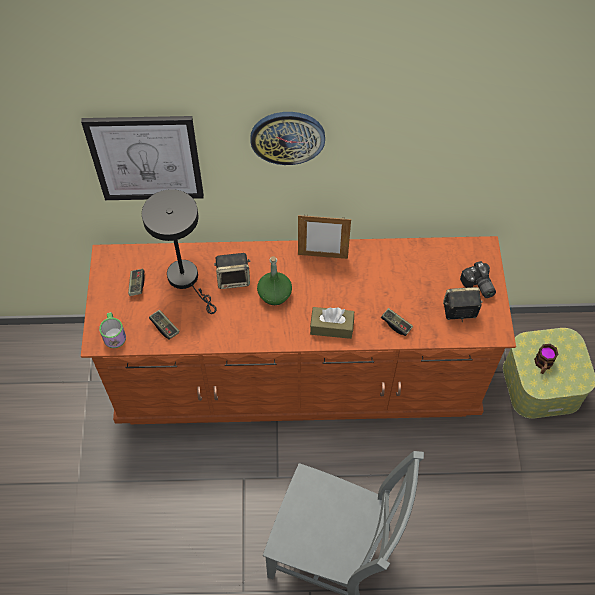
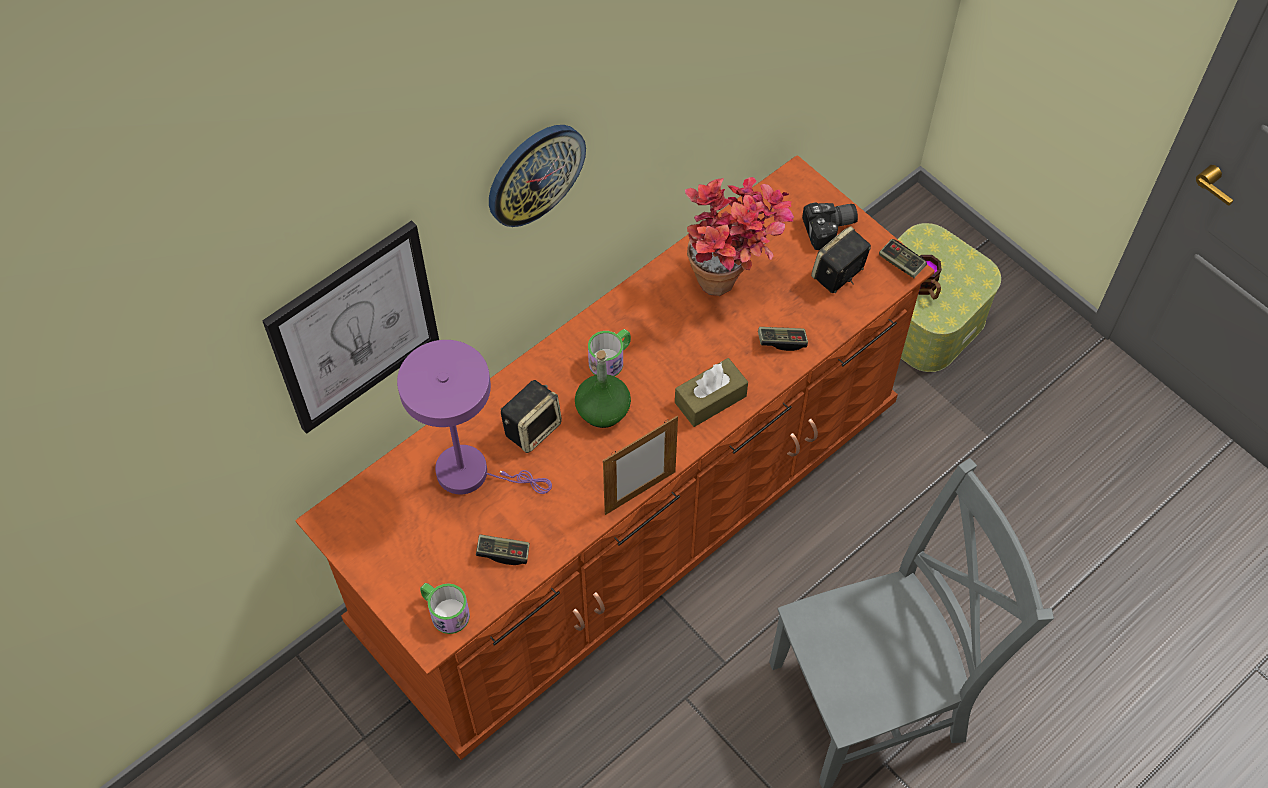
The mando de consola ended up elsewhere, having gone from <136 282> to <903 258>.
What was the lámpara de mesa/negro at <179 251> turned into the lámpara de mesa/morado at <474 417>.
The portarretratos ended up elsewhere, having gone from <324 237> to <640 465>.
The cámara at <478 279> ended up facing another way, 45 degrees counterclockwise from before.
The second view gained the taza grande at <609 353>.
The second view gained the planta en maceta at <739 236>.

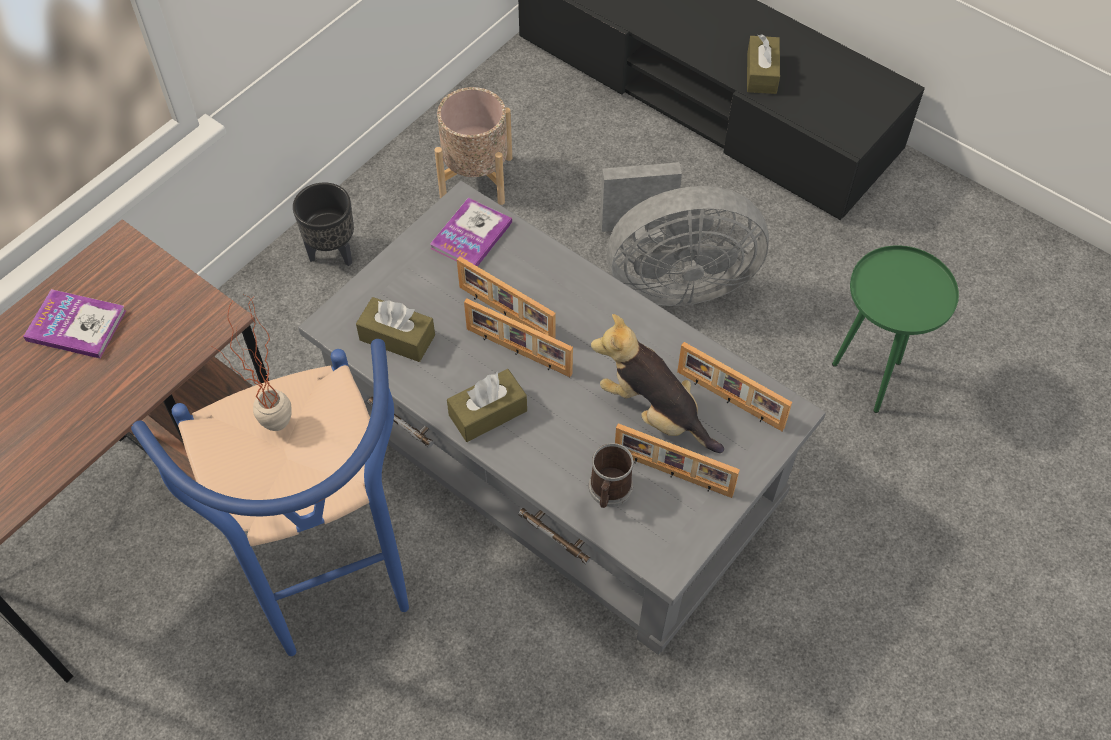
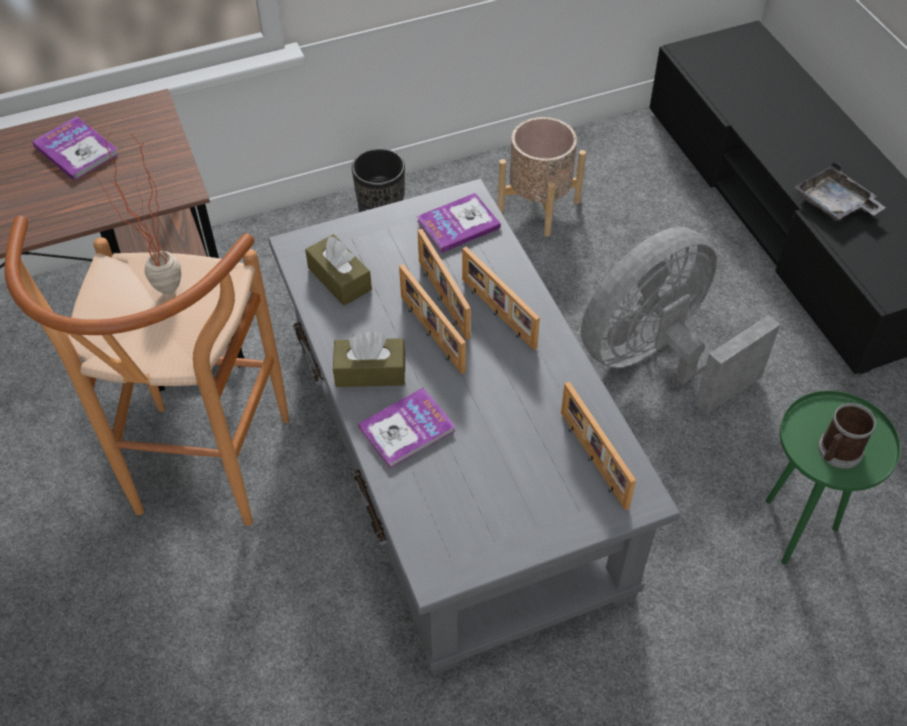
What was the taburete/azul at <270 497> turned into the taburete/marrón at <146 371>.
The taza grande ended up elsewhere, having gone from <611 475> to <847 436>.
The second view lost the peluche at <657 383>.
The ventilador/gris at <684 234> ended up facing another way, 120 degrees clockwise from before.
The portarretratos ended up elsewhere, having gone from <677 460> to <501 298>.
Where the caja de pañuelos/marrón stood at <763 64>, the bandeja/gris came to stand at <840 191>.
The second view gained the libro at <407 428>.

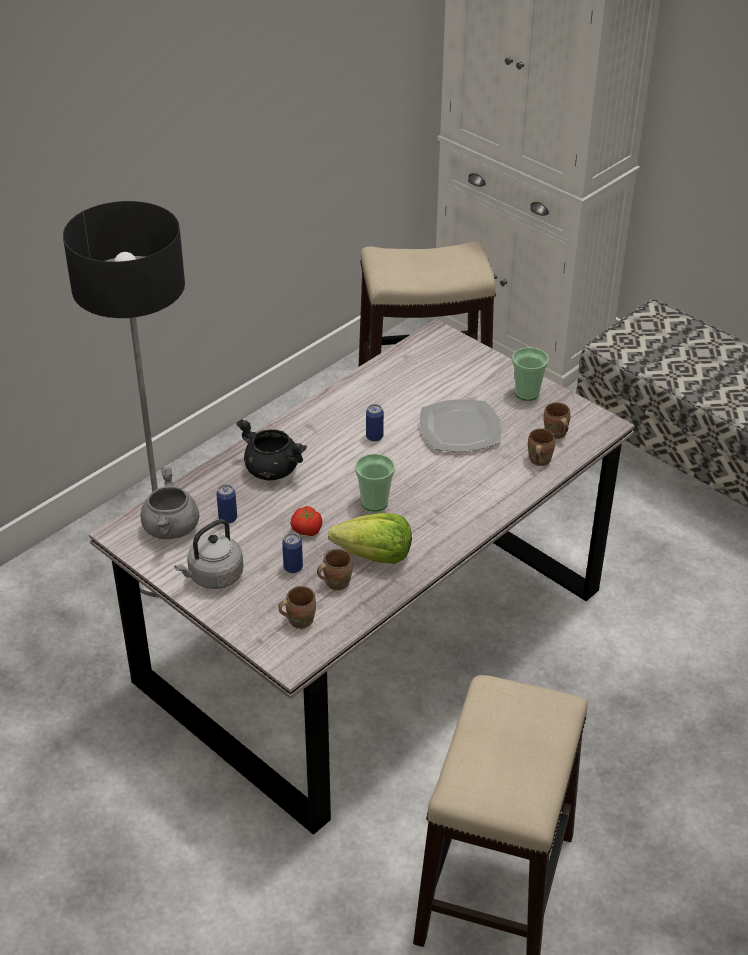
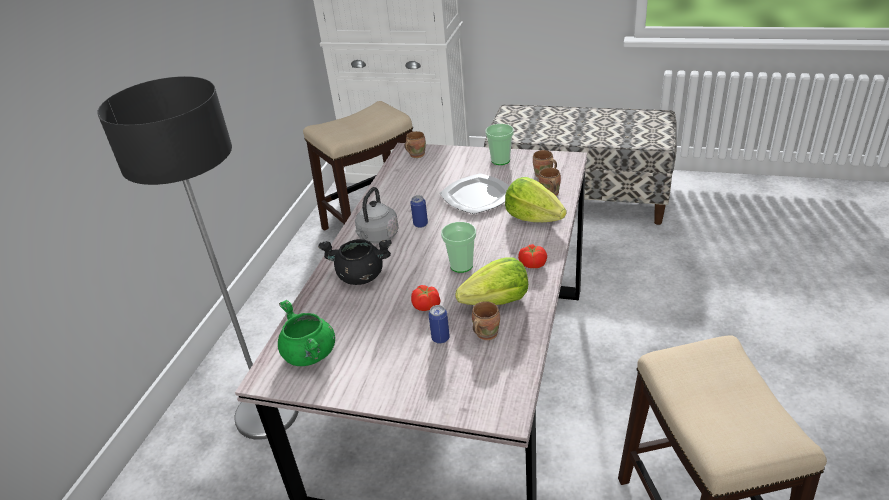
What was the olla/gris at <170 503> turned into the olla/verde at <306 333>.
The hervidor/gris ended up elsewhere, having gone from <209 554> to <377 215>.
The second view lost the lata at <226 504>.
The taza grande/marrón ended up elsewhere, having gone from <297 607> to <415 144>.
The second view gained the lechuga at <535 199>.
The second view gained the tomate at <532 256>.

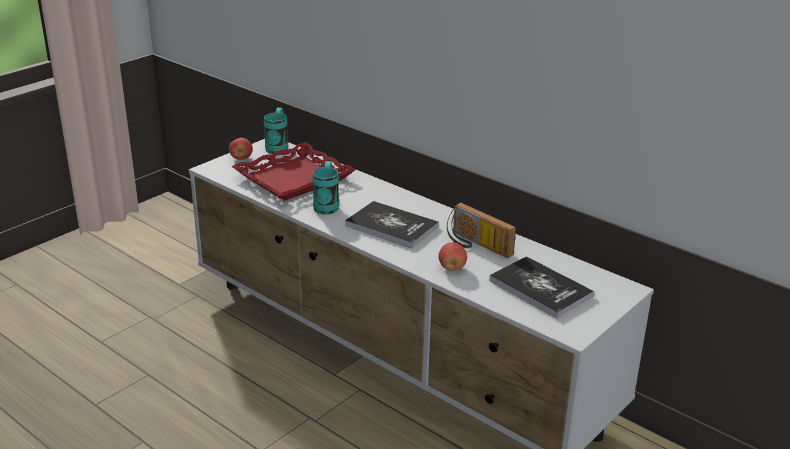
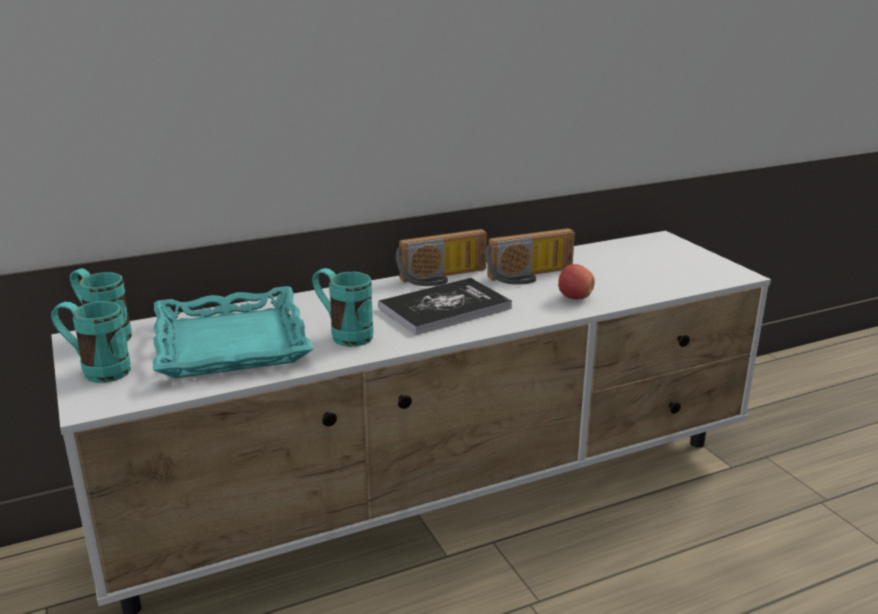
Where the manzana stood at <241 149>, the taza grande/turquesa came to stand at <91 342>.
What was the bandeja/rojo at <293 171> turned into the bandeja/turquesa at <233 332>.
The second view lost the libro at <541 287>.
The second view gained the radio at <441 257>.

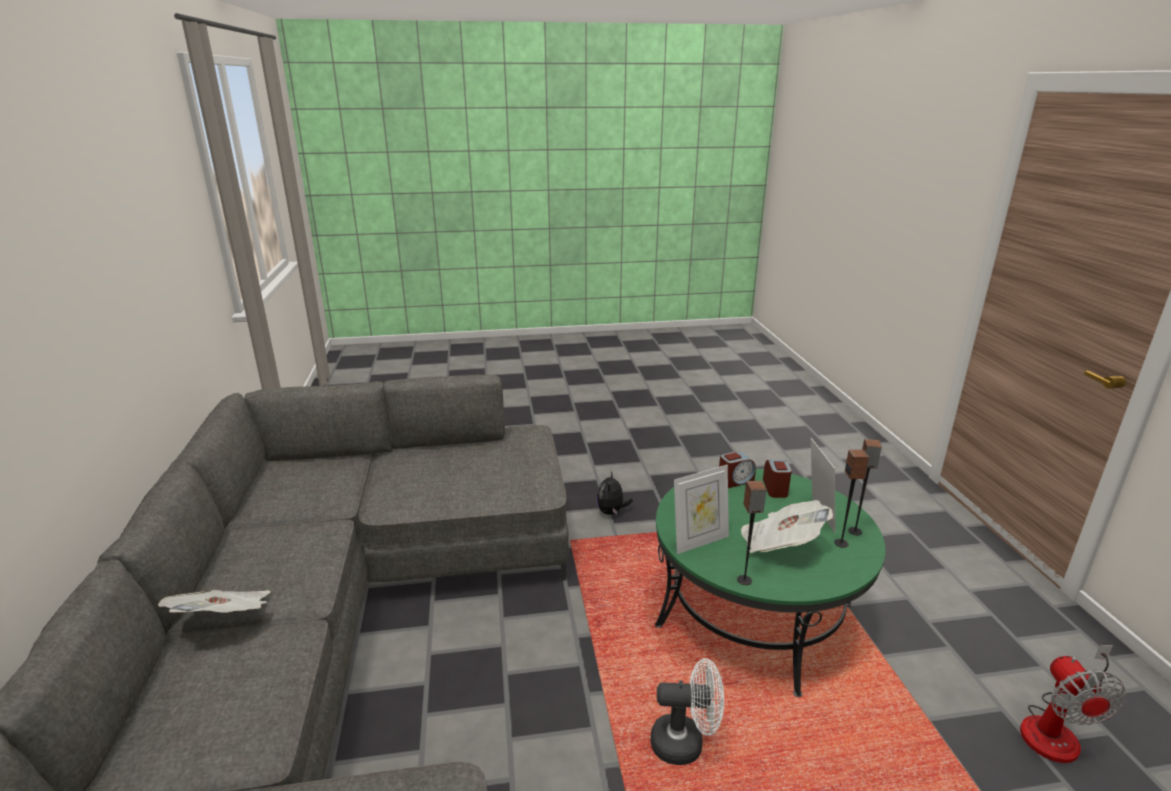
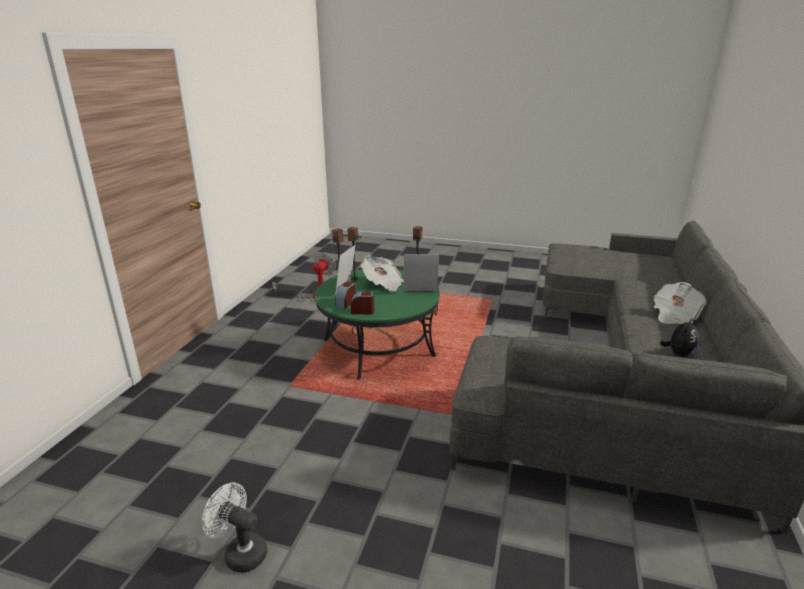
The peluche ended up elsewhere, having gone from <615 493> to <679 337>.
The ventilador/blanco ended up elsewhere, having gone from <687 711> to <234 528>.

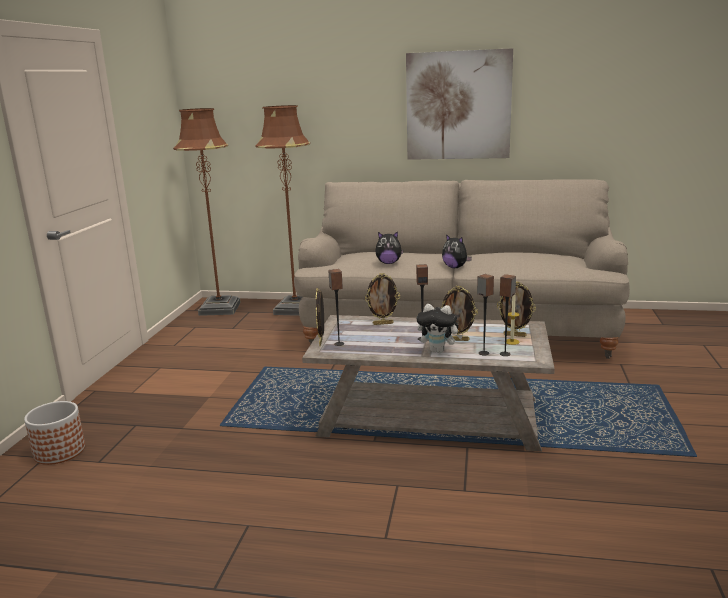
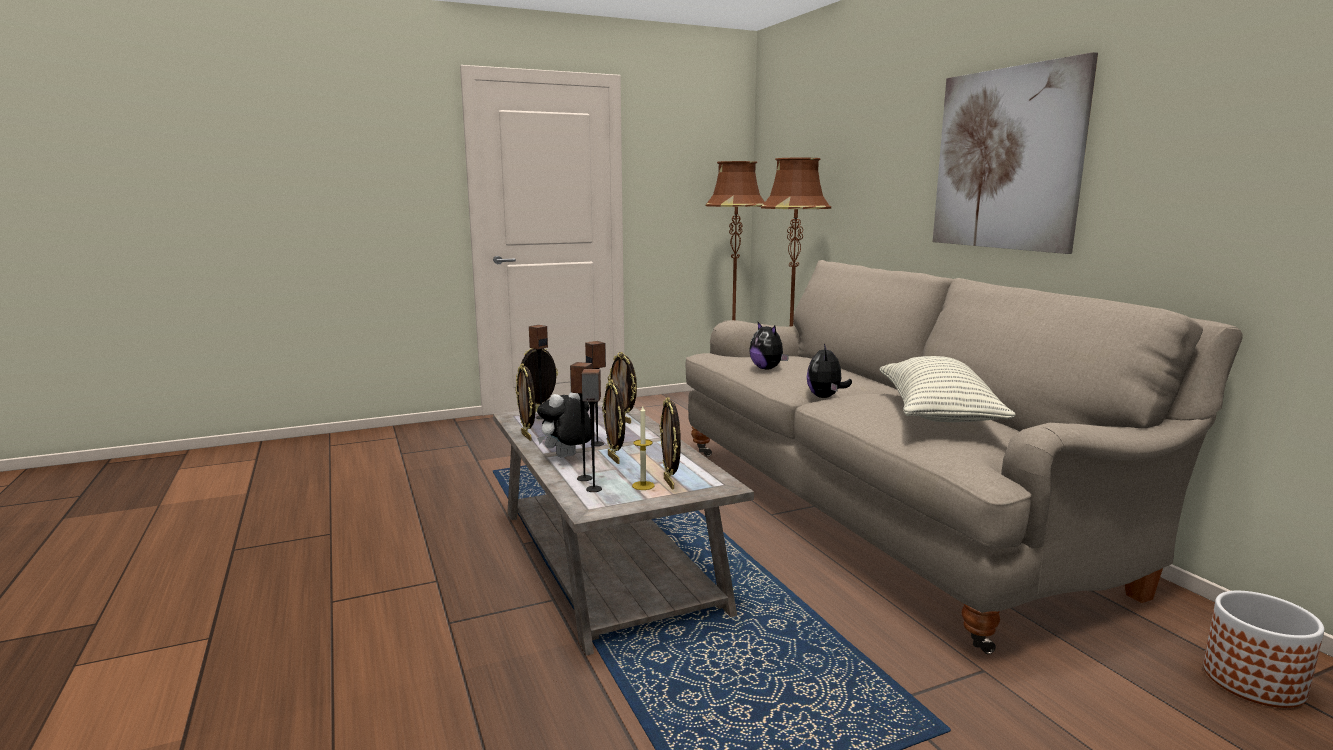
The maceta ended up elsewhere, having gone from <54 433> to <1263 649>.
The peluche at <439 328> ended up facing another way, 60 degrees clockwise from before.
The second view gained the portarretratos at <525 402>.
The second view gained the cojín at <947 389>.

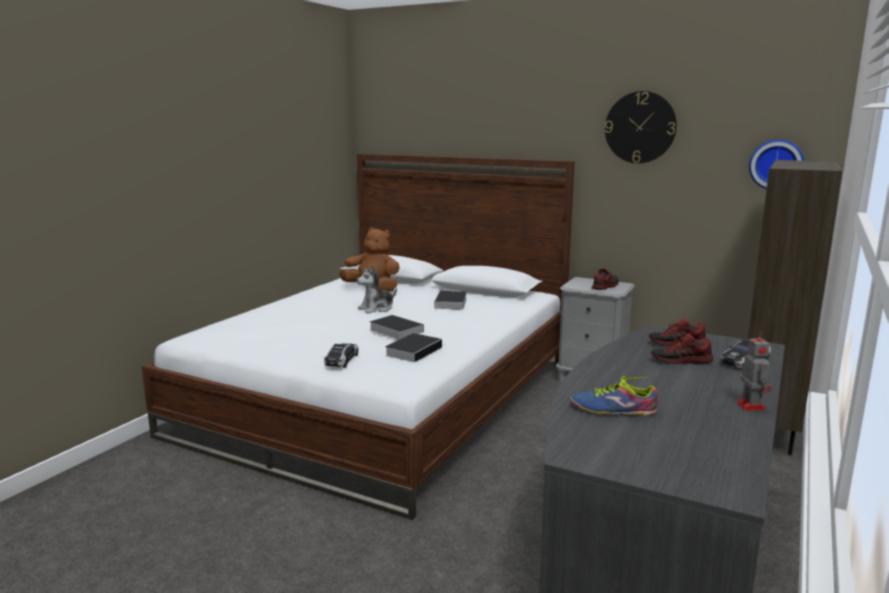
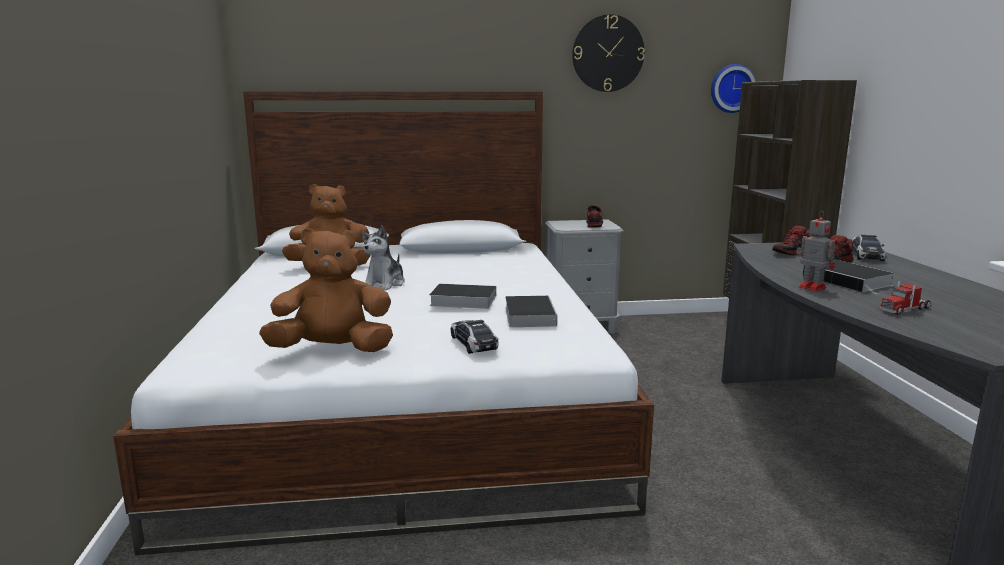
The libro ended up elsewhere, having gone from <450 300> to <848 277>.
Where the zapato stood at <614 396>, the camión de juguete came to stand at <905 298>.
The robot de juguete ended up elsewhere, having gone from <754 371> to <815 251>.
The second view gained the peluche/marrón at <326 290>.

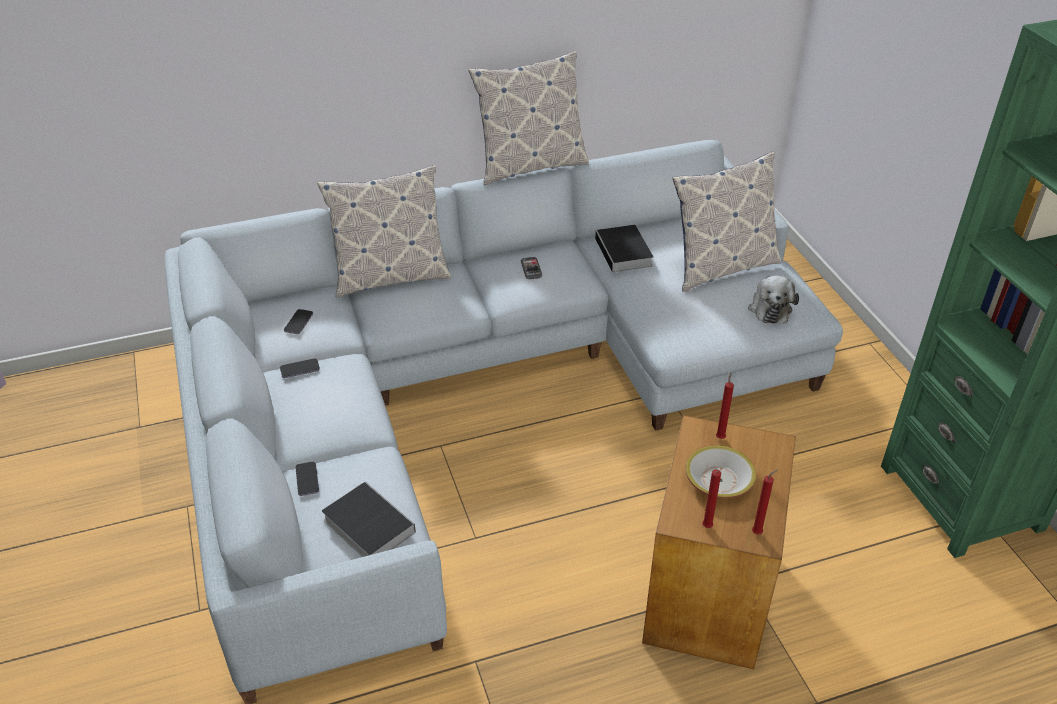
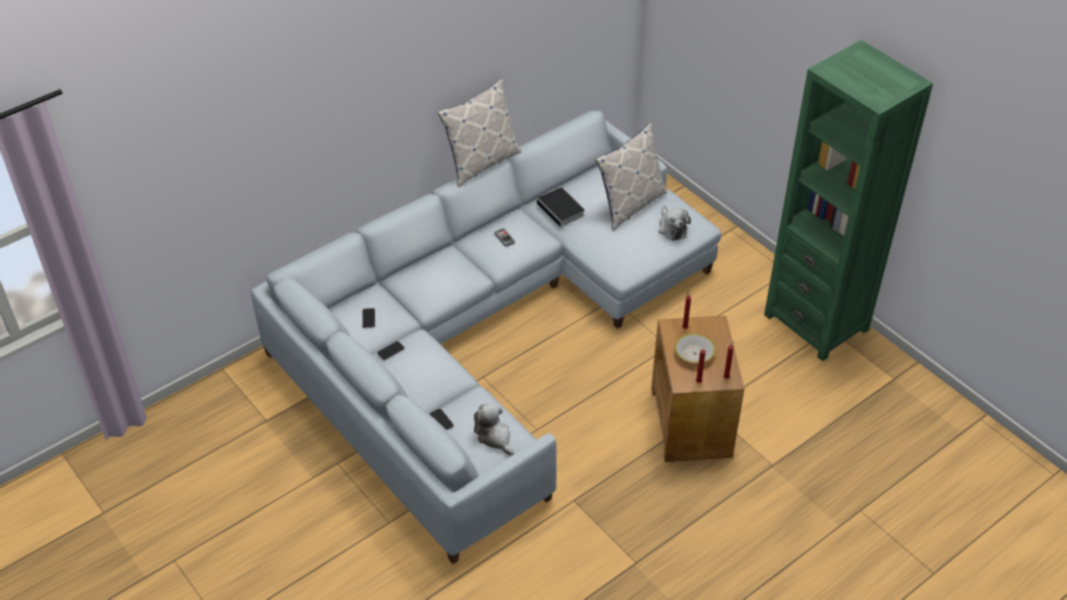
The second view lost the cojín at <384 231>.
Where the libro stood at <369 519>, the peluche came to stand at <494 429>.

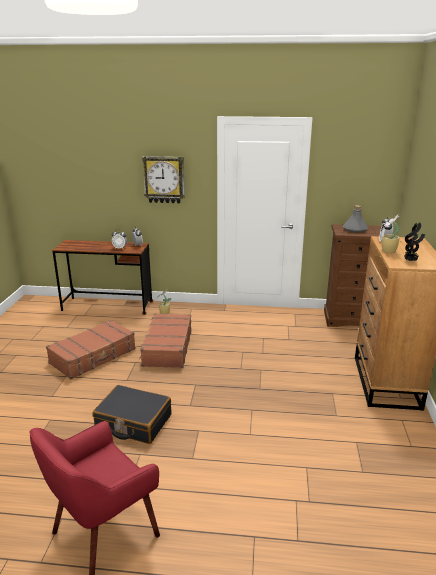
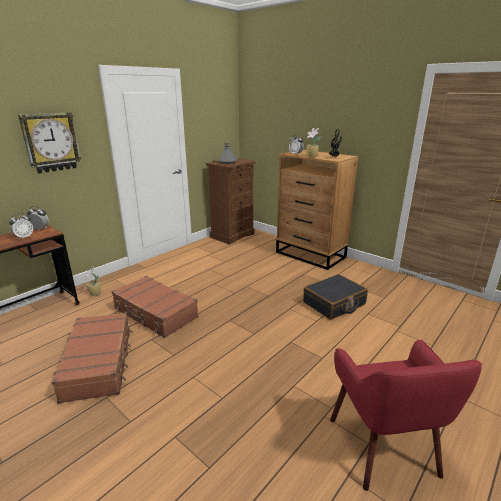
The maleta/negro ended up elsewhere, having gone from <132 414> to <335 297>.

